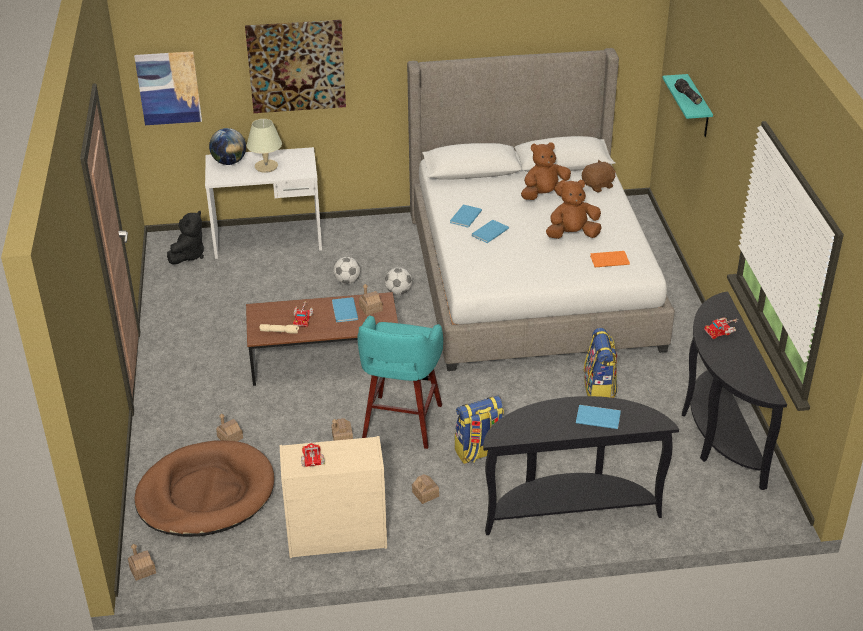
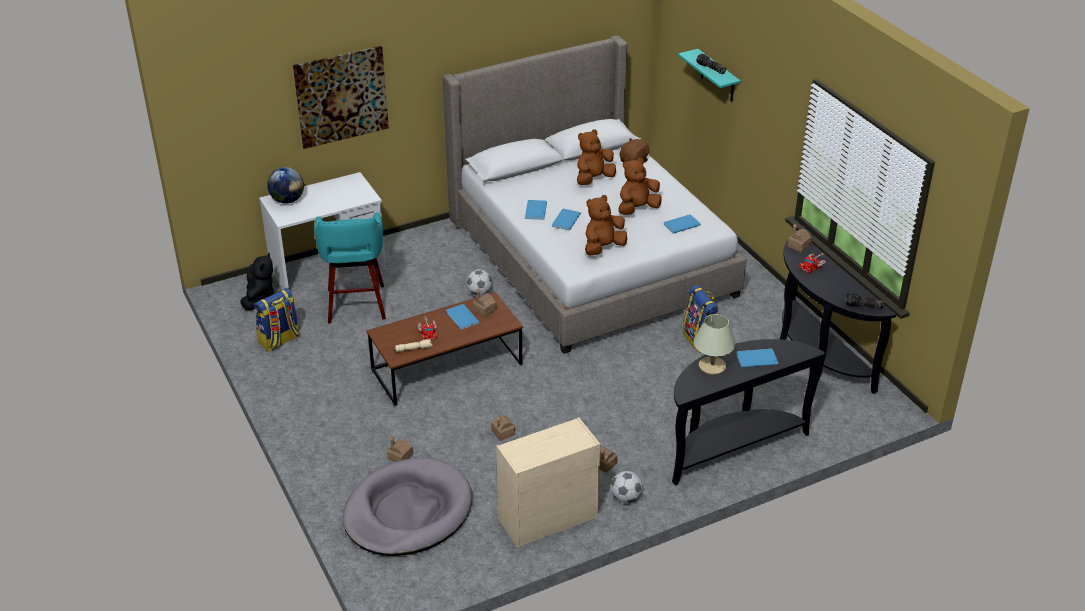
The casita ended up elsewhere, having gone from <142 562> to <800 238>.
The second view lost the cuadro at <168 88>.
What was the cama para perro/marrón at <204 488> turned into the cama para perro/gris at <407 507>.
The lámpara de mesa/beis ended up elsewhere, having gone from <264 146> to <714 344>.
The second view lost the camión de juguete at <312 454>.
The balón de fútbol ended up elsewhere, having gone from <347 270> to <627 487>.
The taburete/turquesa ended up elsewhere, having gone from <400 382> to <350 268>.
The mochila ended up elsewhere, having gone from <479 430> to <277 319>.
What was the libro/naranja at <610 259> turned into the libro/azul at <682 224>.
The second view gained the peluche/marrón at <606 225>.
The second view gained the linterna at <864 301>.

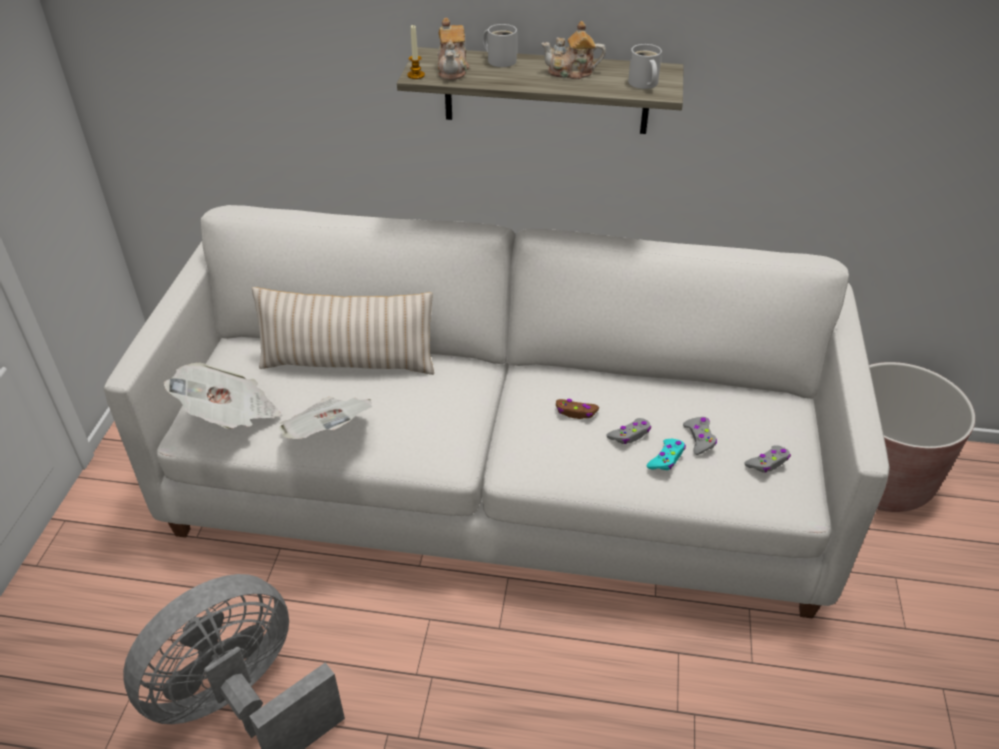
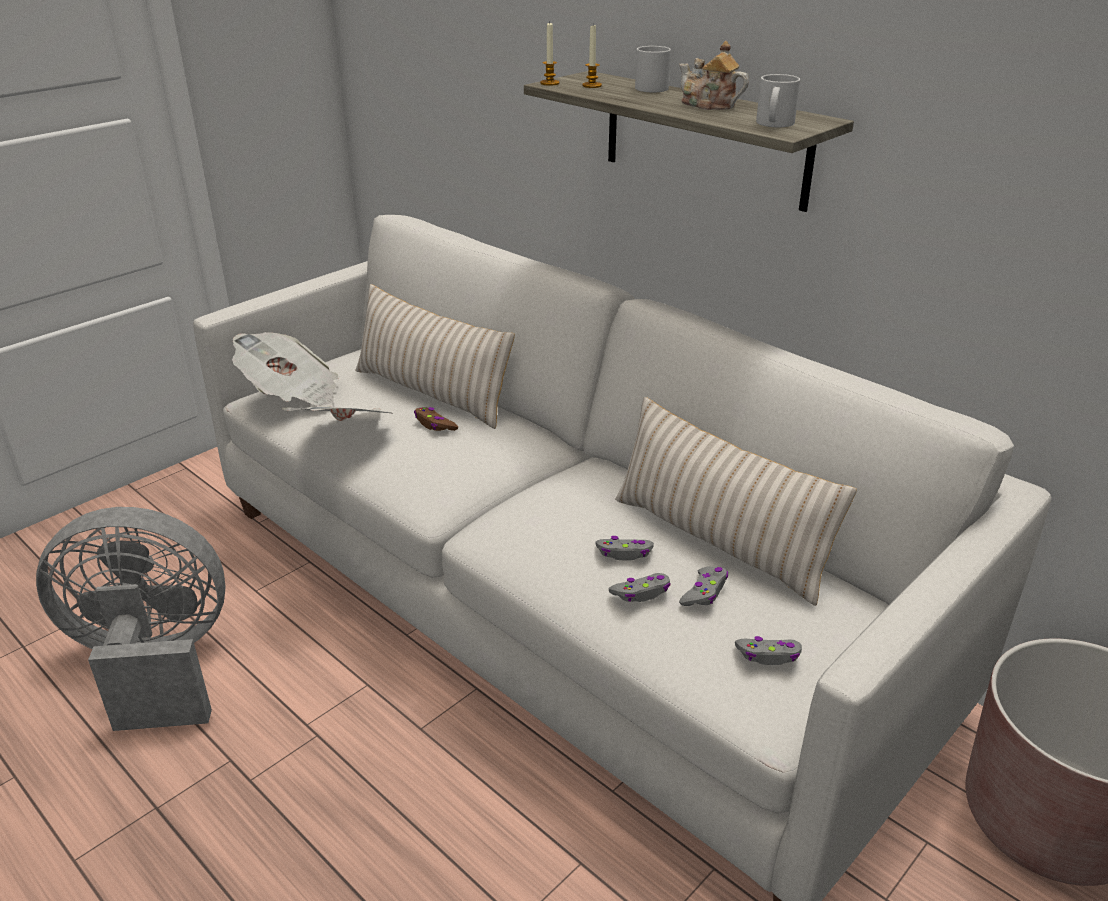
Where the tetera stood at <453 49>, the vela came to stand at <592 56>.
The mando de consola/marrón ended up elsewhere, having gone from <577 409> to <436 419>.
What was the mando de consola/turquesa at <666 454> turned into the mando de consola/gris at <639 587>.
The second view gained the cojín/beis at <736 501>.

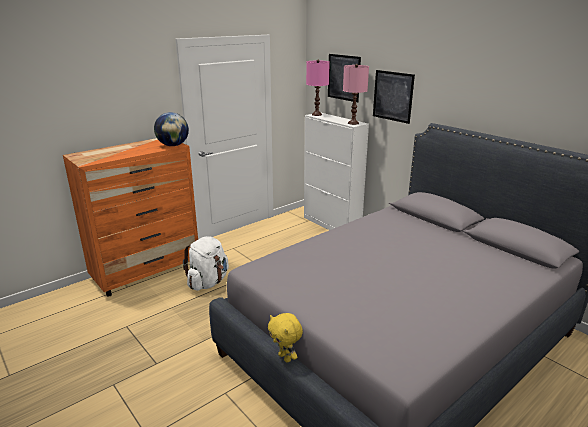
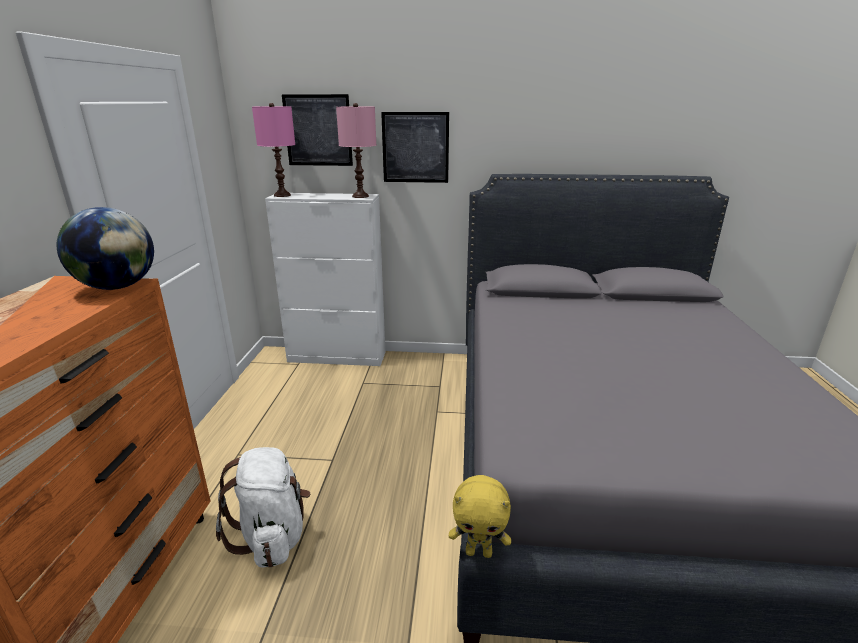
The peluche/amarillo ended up elsewhere, having gone from <285 338> to <480 516>.

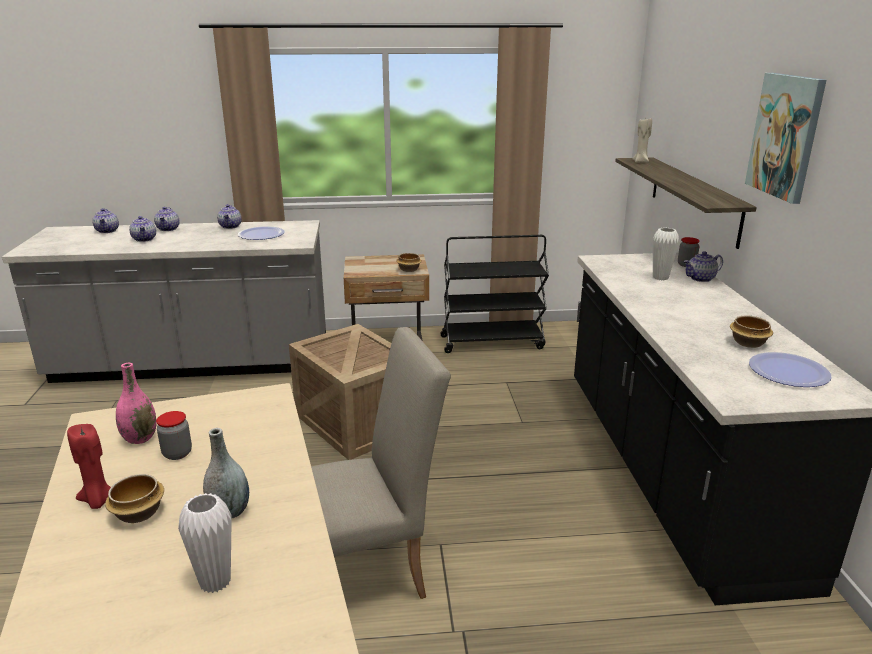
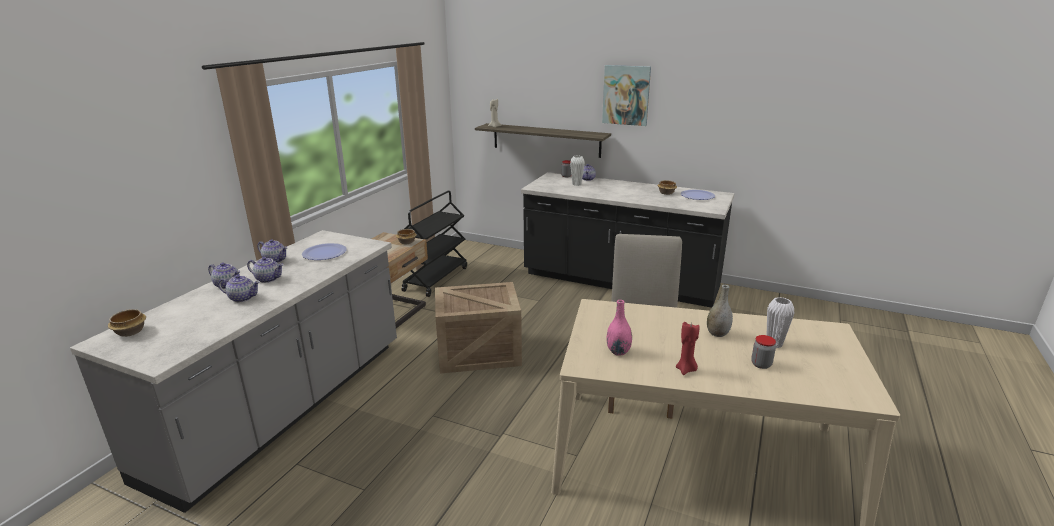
The tetera ended up elsewhere, having gone from <105 220> to <265 270>.
The cuenco ended up elsewhere, having gone from <134 498> to <127 323>.
The tarro ended up elsewhere, having gone from <174 435> to <763 352>.

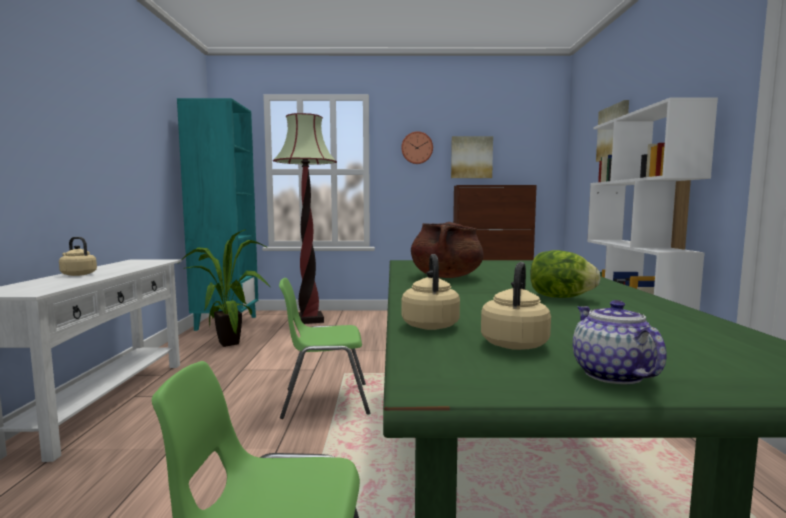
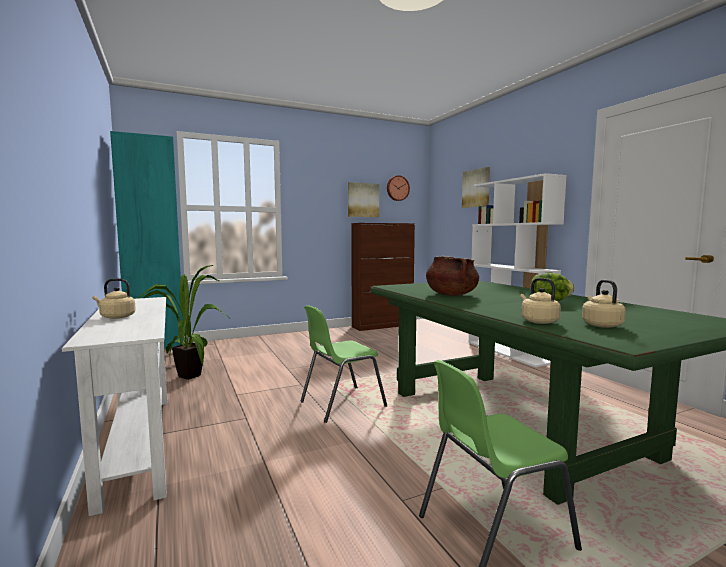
The second view lost the lámpara de pie at <305 218>.
The reloj de pared ended up elsewhere, having gone from <417 147> to <398 188>.
The second view lost the tetera at <620 342>.

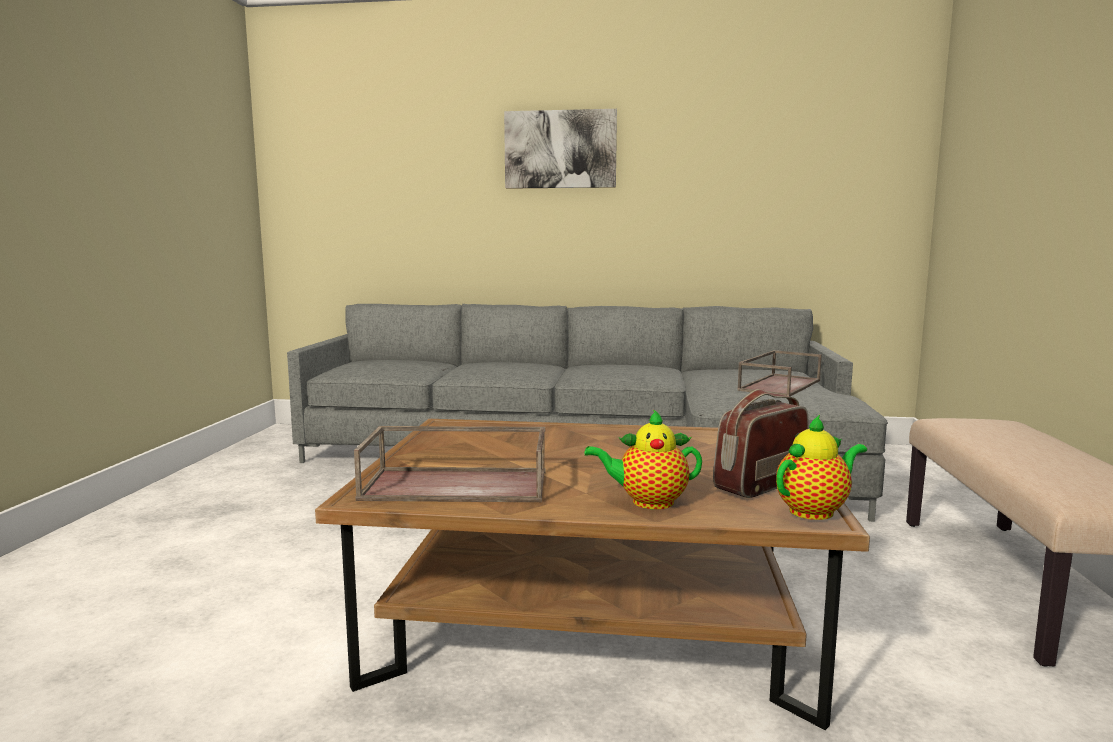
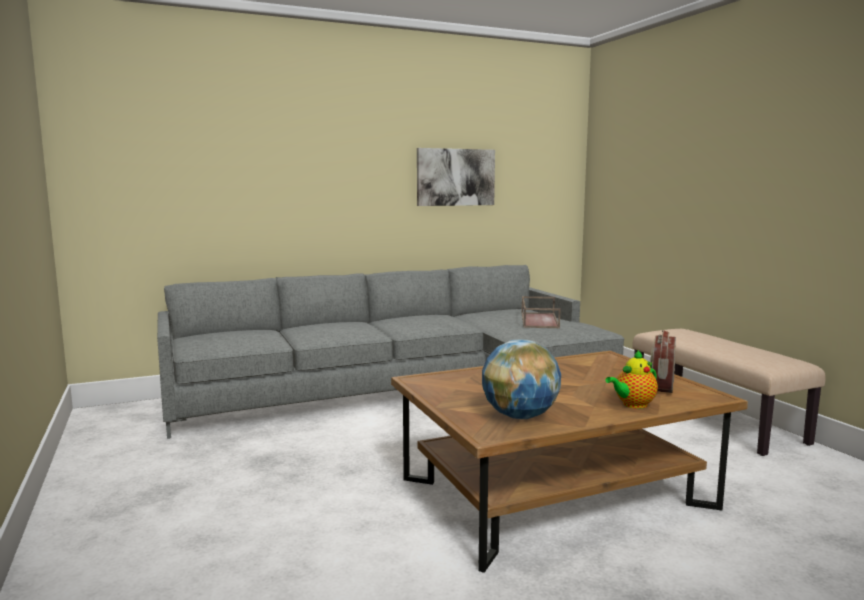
Where the bandeja/marrón stood at <450 464>, the globo terráqueo came to stand at <521 379>.
The cuadro ended up elsewhere, having gone from <560 149> to <456 177>.
The second view lost the tetera at <821 467>.

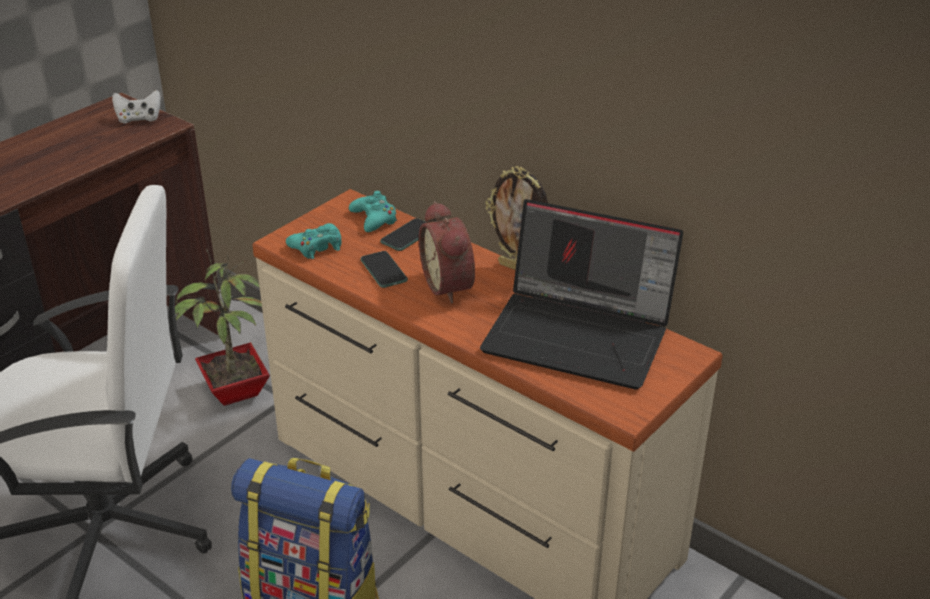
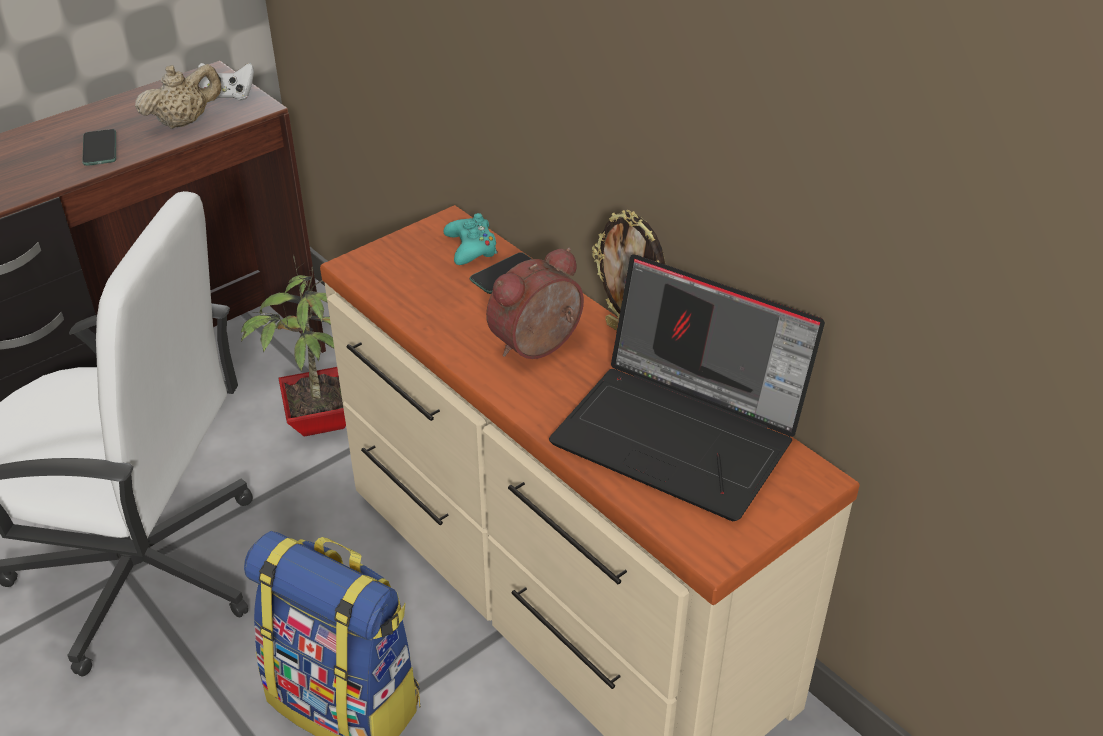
The second view lost the mando de consola/turquesa at <313 241>.
The móvil ended up elsewhere, having gone from <384 269> to <99 147>.
The despertador at <447 252> ended up facing another way, 60 degrees clockwise from before.
The second view gained the tetera/beis at <178 96>.

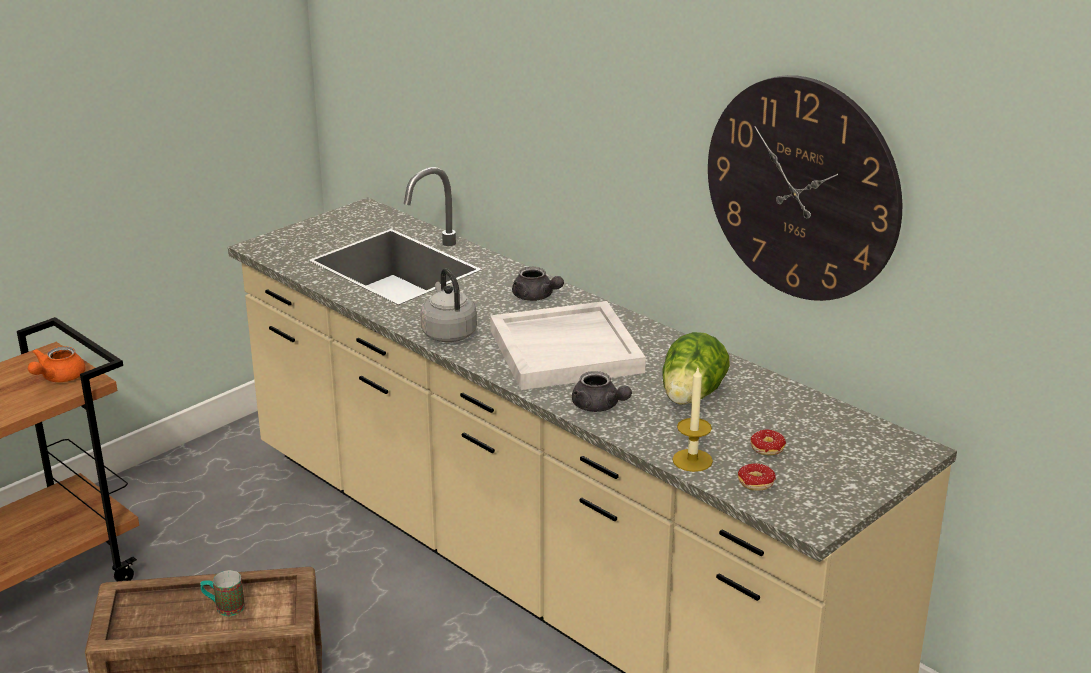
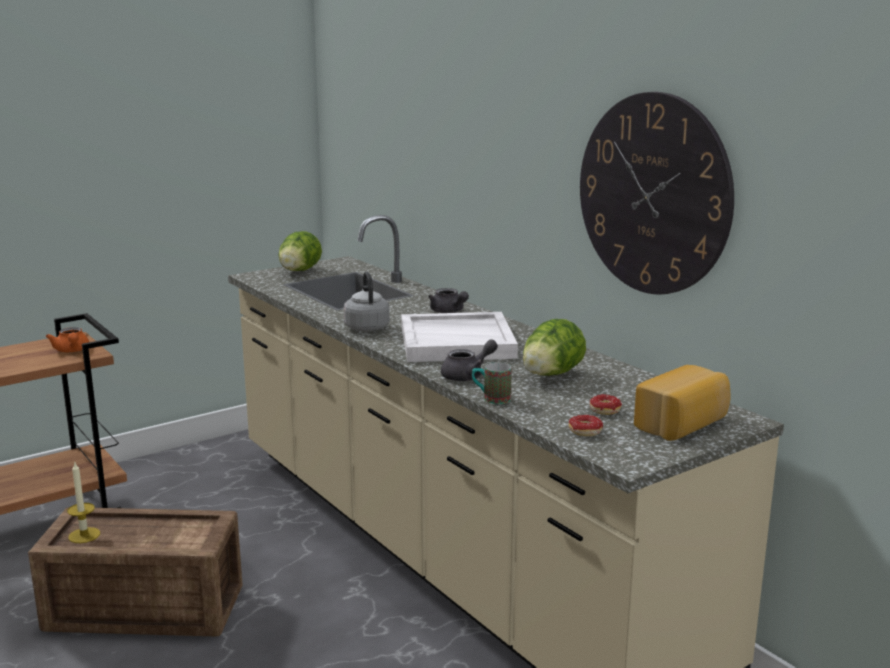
The tetera/naranja at <57 364> ended up facing another way, 60 degrees counterclockwise from before.
The taza grande ended up elsewhere, having gone from <222 593> to <492 383>.
The tetera/gris at <602 391> ended up facing another way, 90 degrees counterclockwise from before.
The vela ended up elsewhere, having gone from <692 420> to <83 503>.
The second view gained the lechuga at <300 251>.
The second view gained the pan at <682 403>.

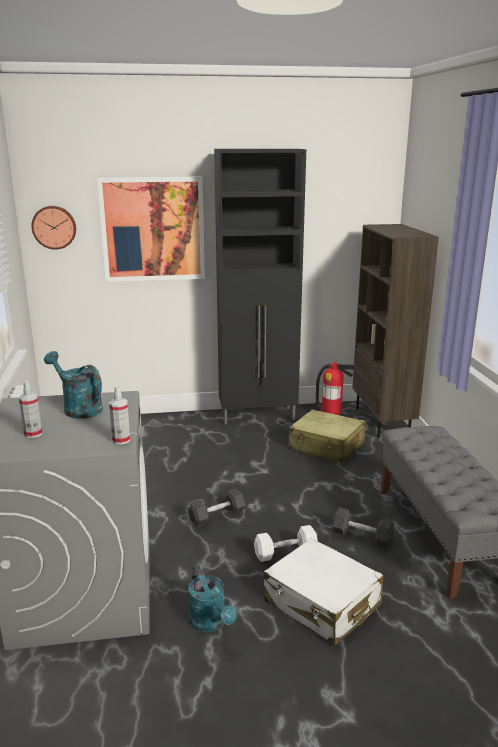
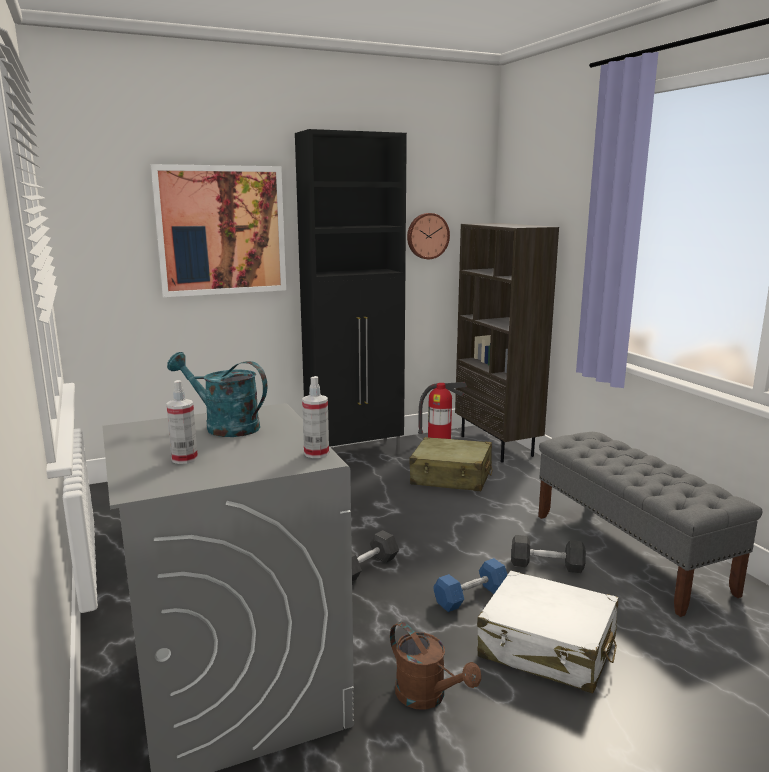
The reloj de pared ended up elsewhere, having gone from <53 228> to <428 236>.
What was the regadera/turquesa at <212 599> turned into the regadera/marrón at <435 666>.
What was the mancuerna/blanco at <286 543> turned into the mancuerna/azul at <470 585>.

